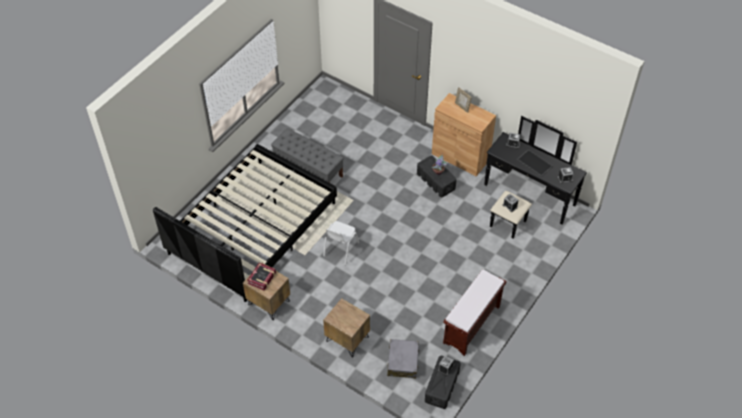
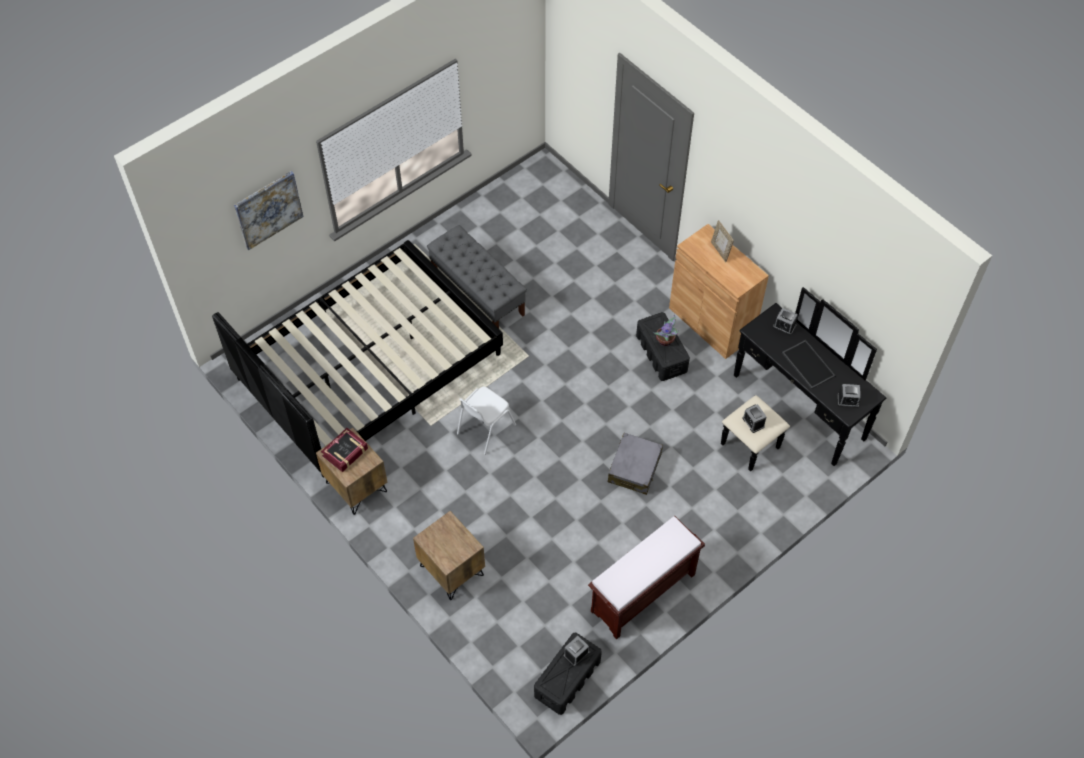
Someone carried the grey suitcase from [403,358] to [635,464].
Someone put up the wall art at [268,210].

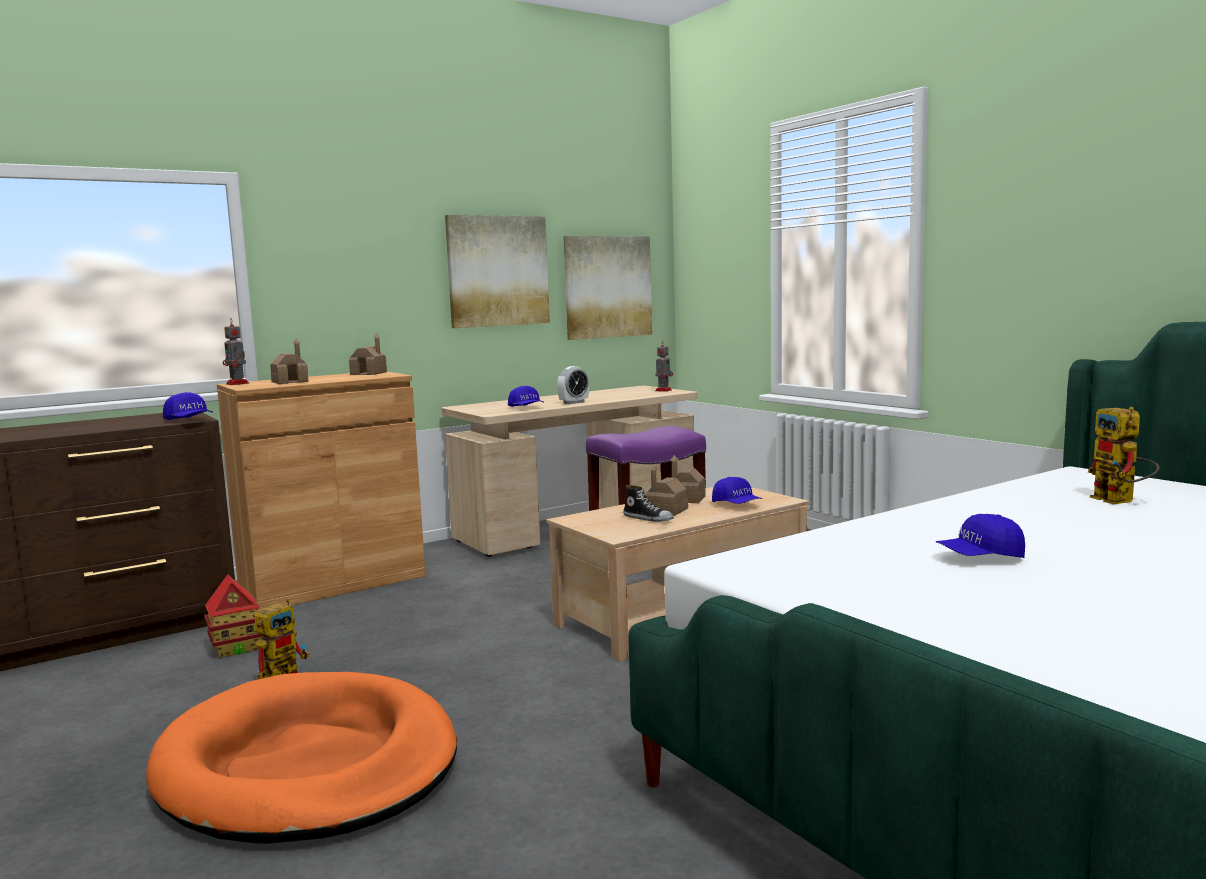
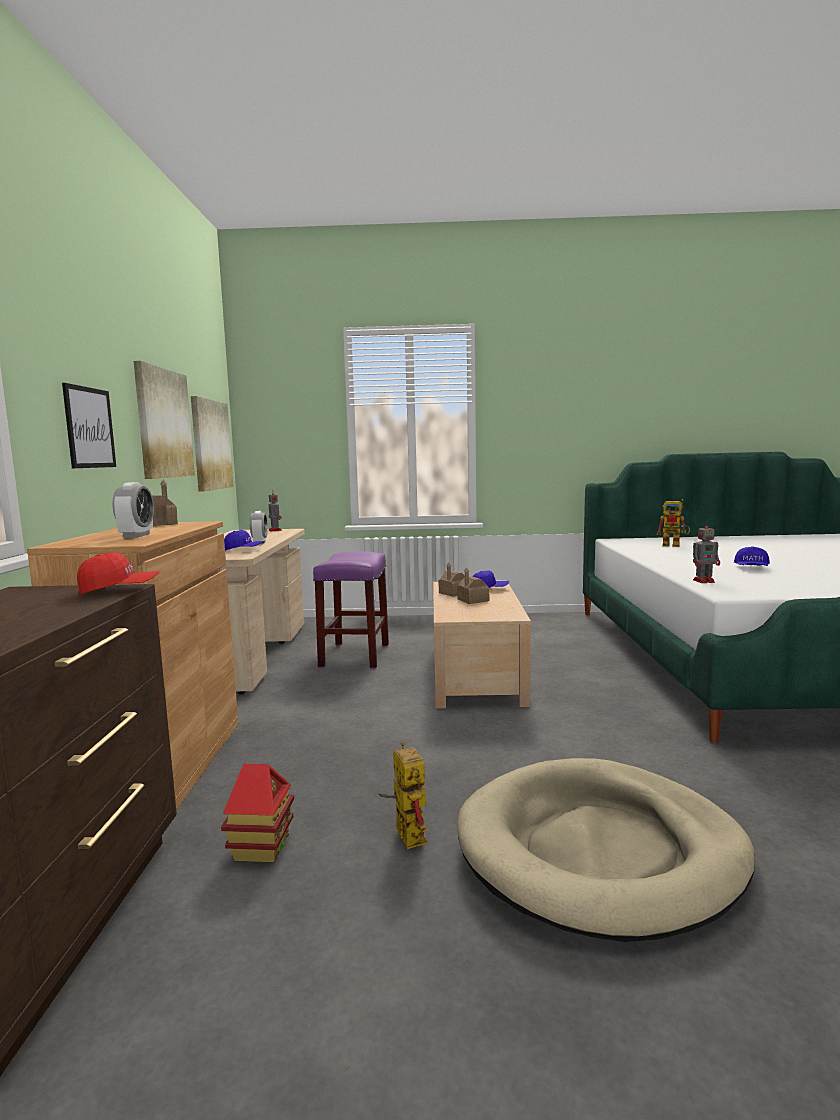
Someone repainted the orange dog bed at [301,758], which became the sand-coloured dog bed at [606,850].
Someone repainted the blue-coloured peaked cap at [188,406], which became the red-coloured peaked cap at [119,573].
Someone carried the model robot from [236,352] to [706,552].
Someone swapped the model house at [289,361] for the alarm clock at [133,510].
Someone took away the shoe at [648,503].
Someone put up the wall art at [89,425].

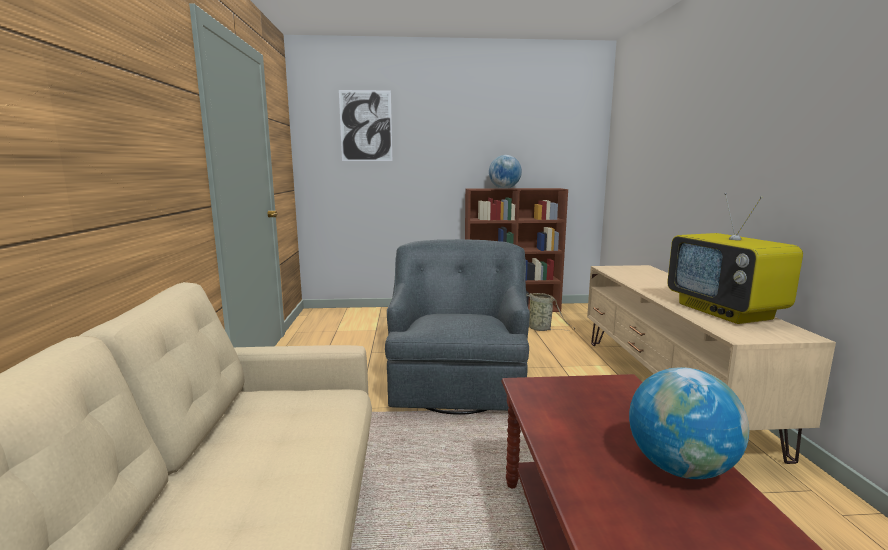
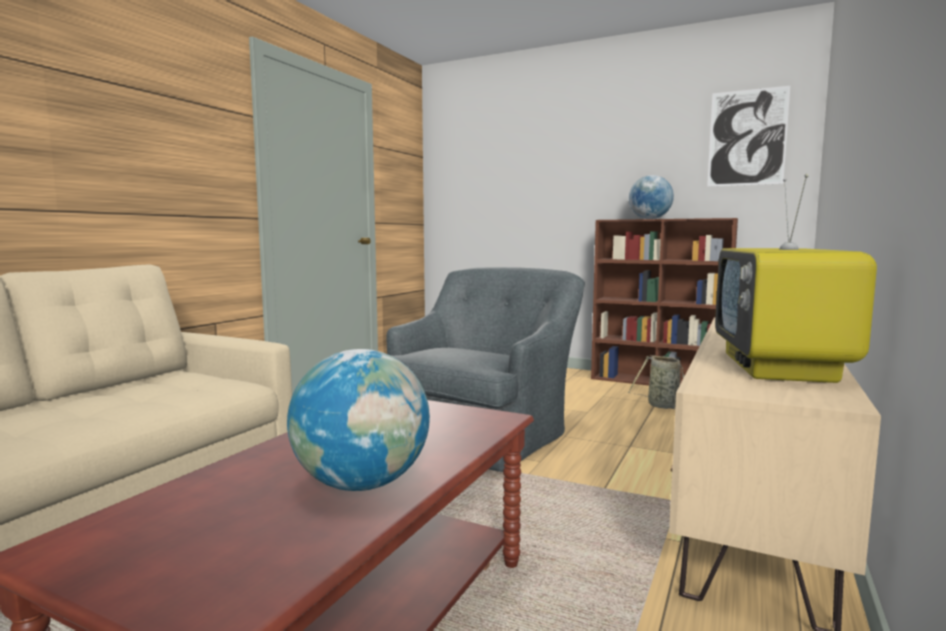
Someone carried the wall art from [365,125] to [748,136].

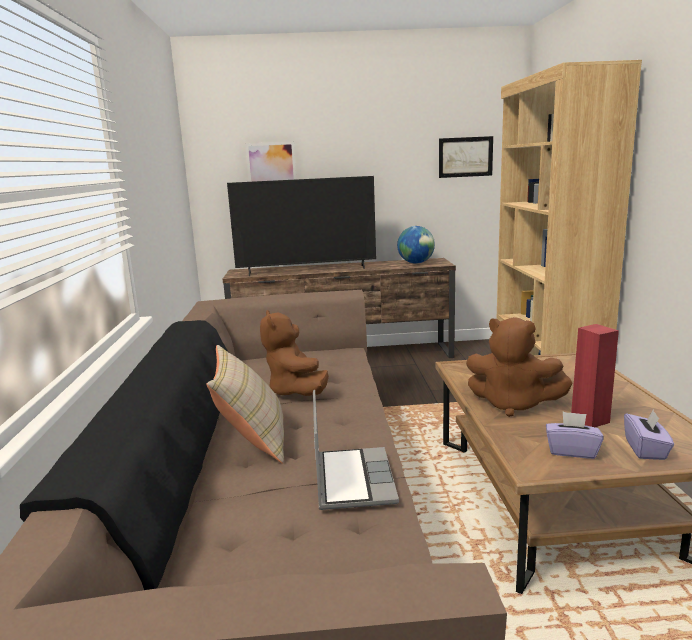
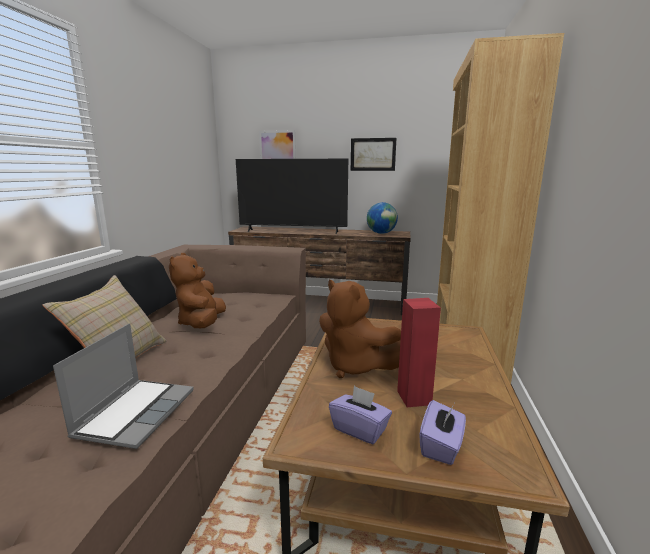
Someone carried the wall art from [466,157] to [373,154].

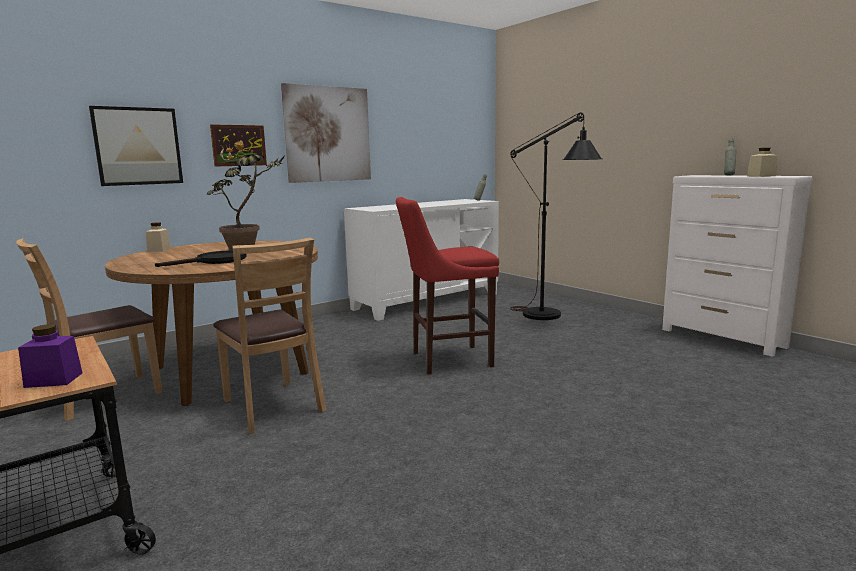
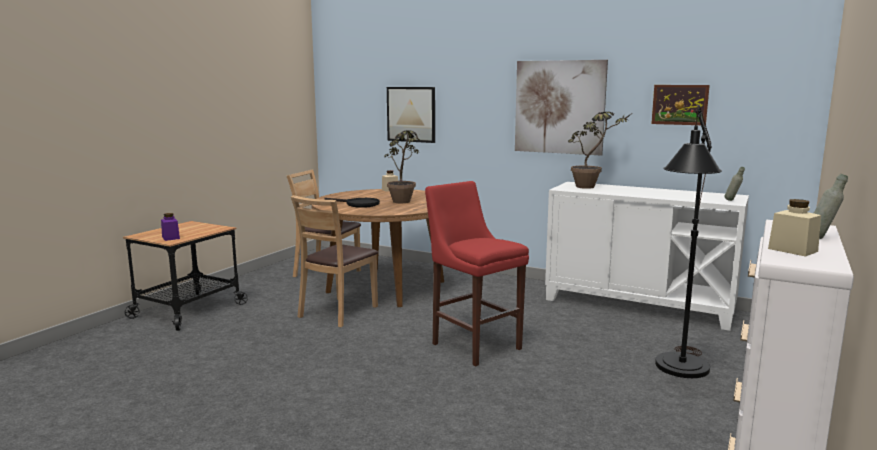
Someone carried the wall art from [238,145] to [680,105].
Someone put down the potted plant at [600,150].

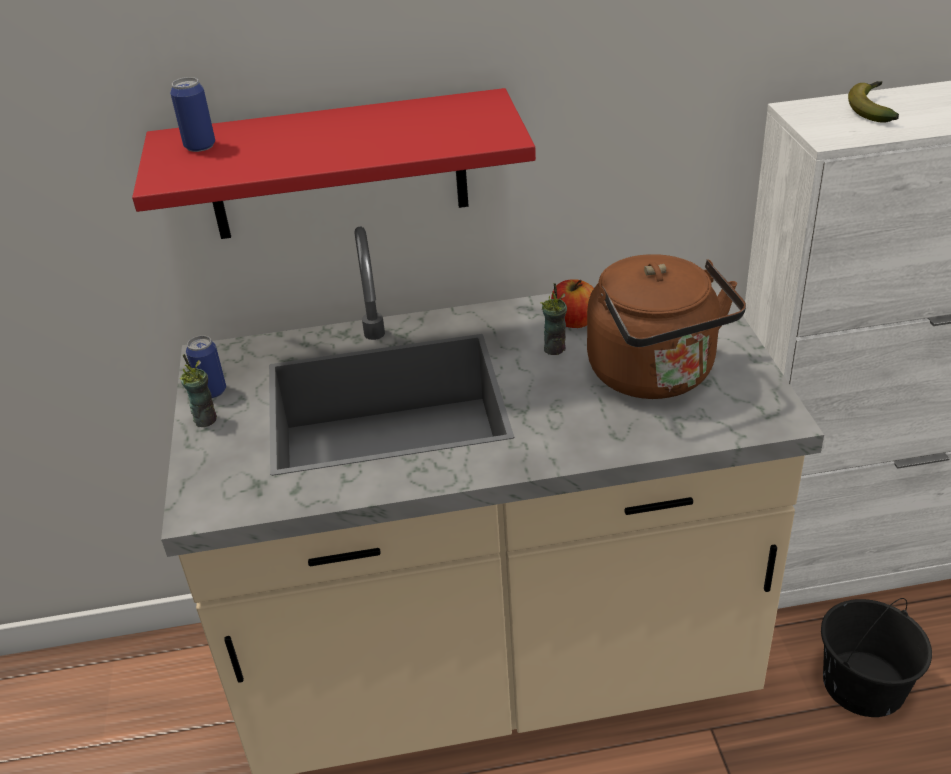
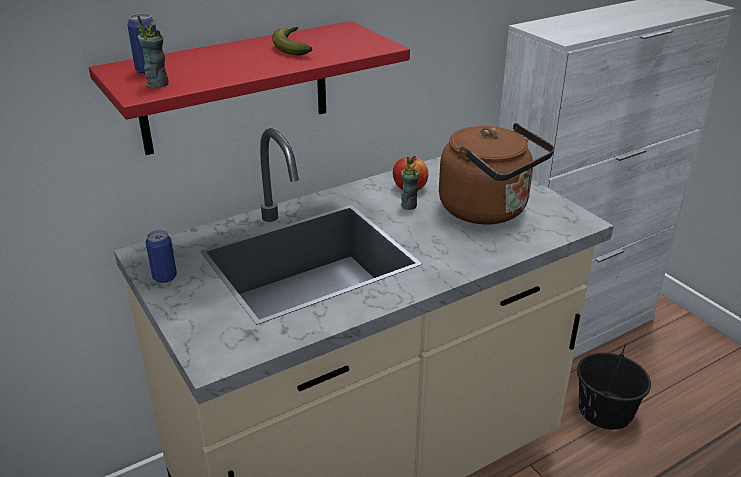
Someone carried the drinking cup from [198,390] to [153,52].
Someone carried the whole banana from [873,102] to [292,41].

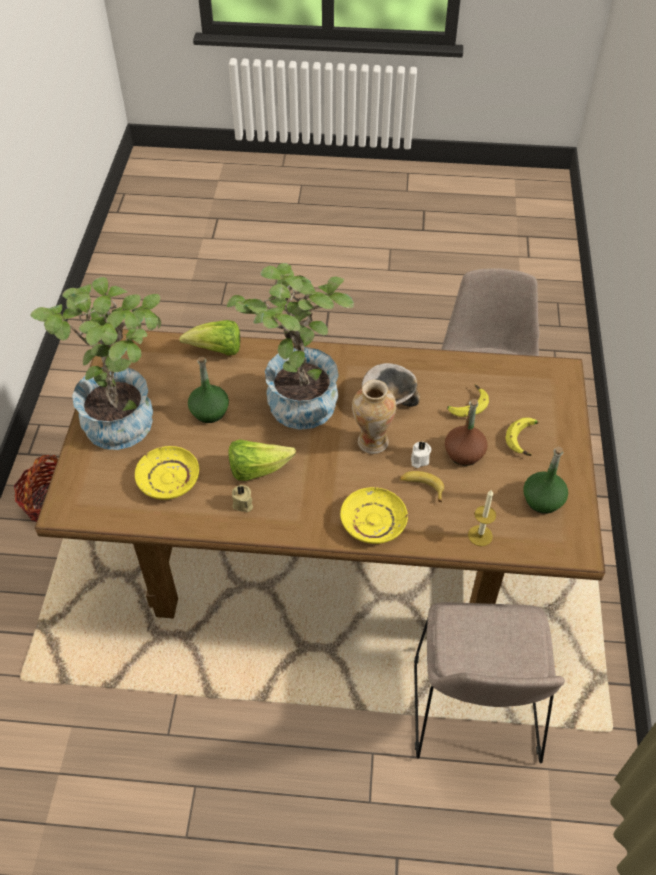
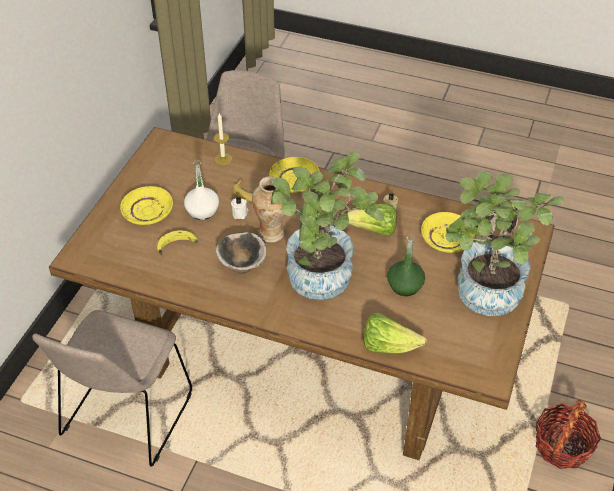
Someone repainted the brown beverage bottle at [466,432], which became the white beverage bottle at [201,190].
Someone swapped the whole banana at [522,436] for the yellow plate at [146,205].
Someone took away the greenish beverage bottle at [545,480].

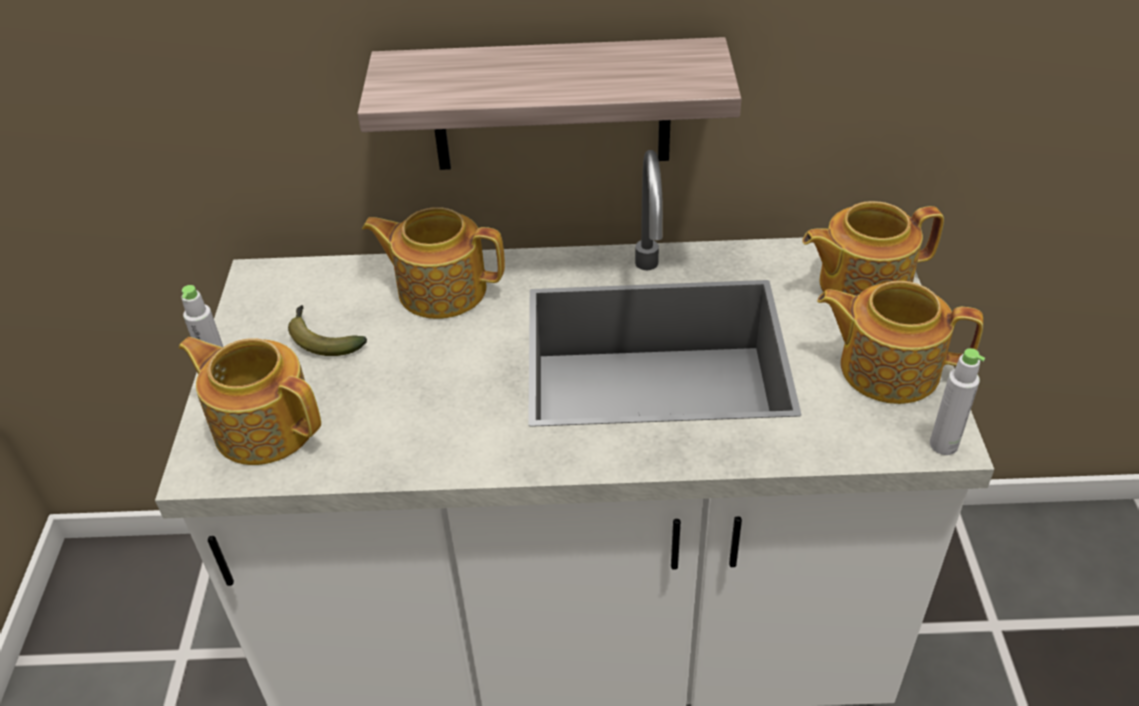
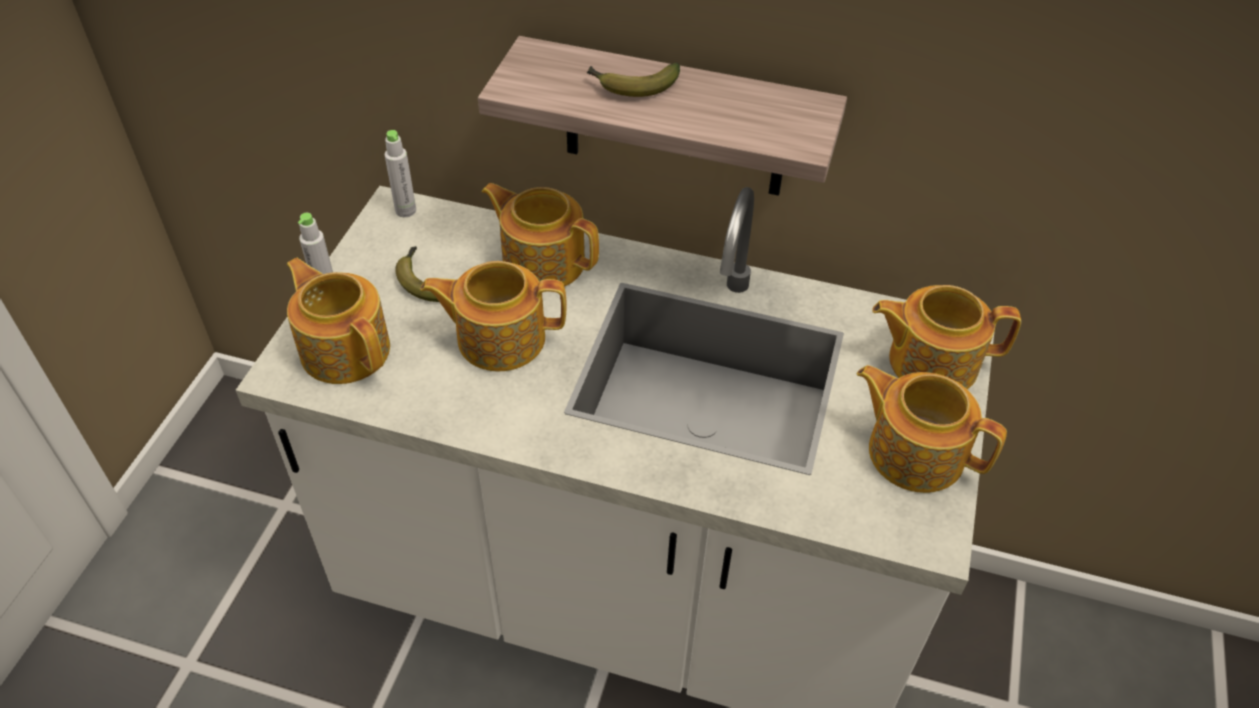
Someone carried the grey beverage bottle from [957,401] to [400,173].
Someone put down the teapot at [493,316].
Someone put down the whole banana at [633,79].

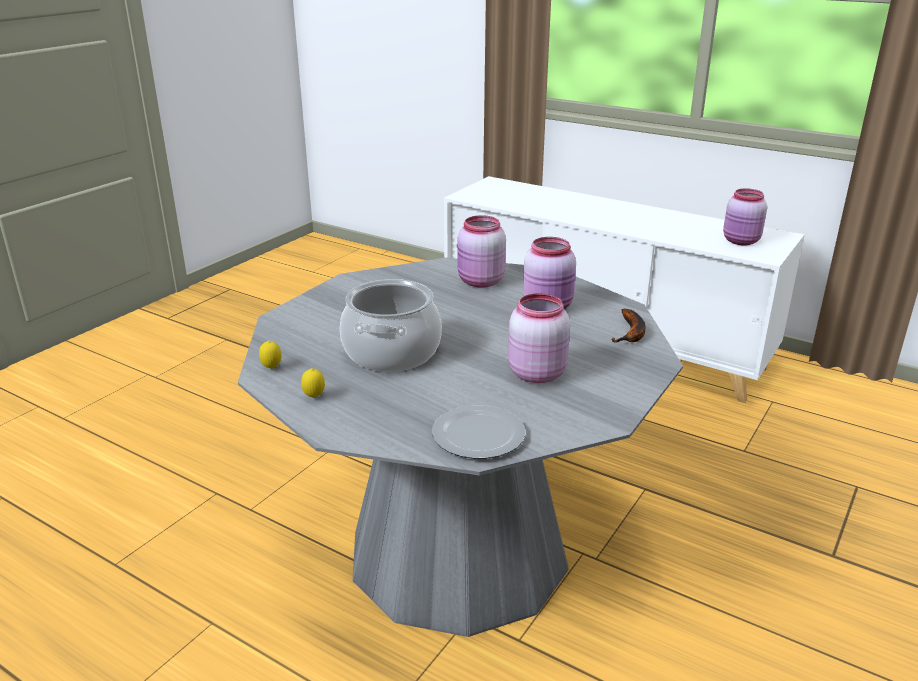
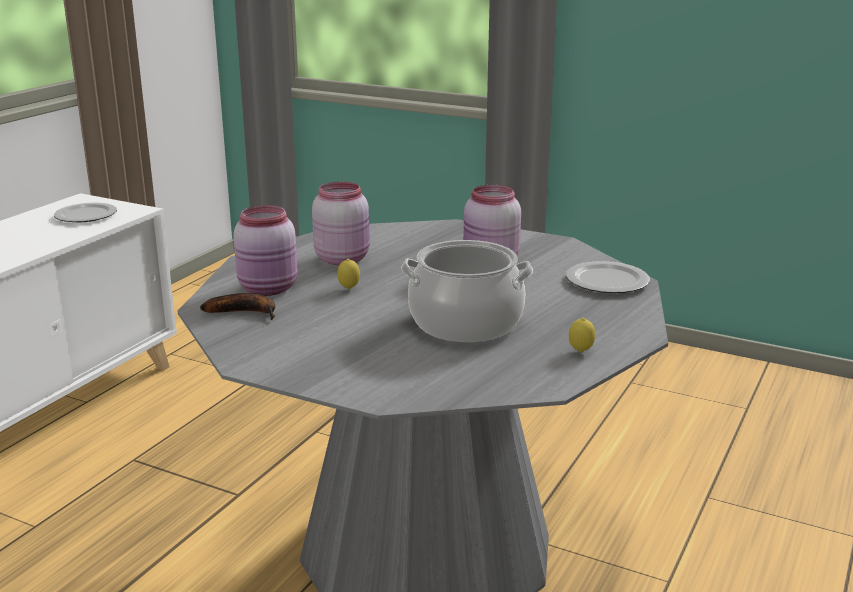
Someone carried the citrus fruit from [270,355] to [348,274].
Someone carried the whole banana from [628,326] to [237,306].
Someone swapped the pink storage jar at [745,217] for the plate at [85,212].

